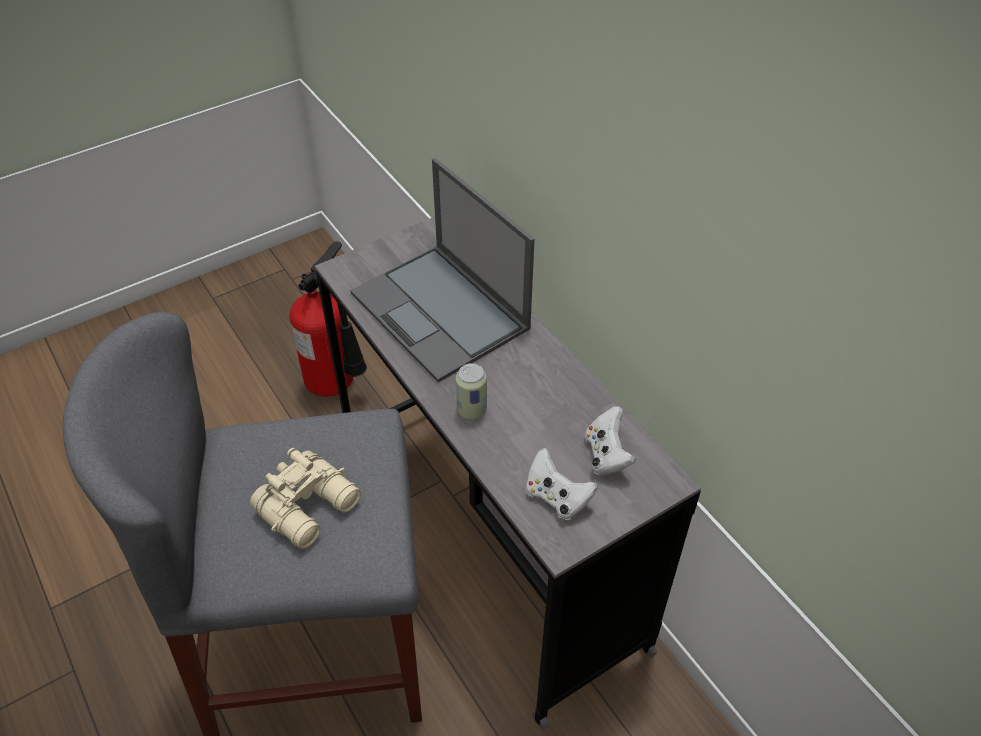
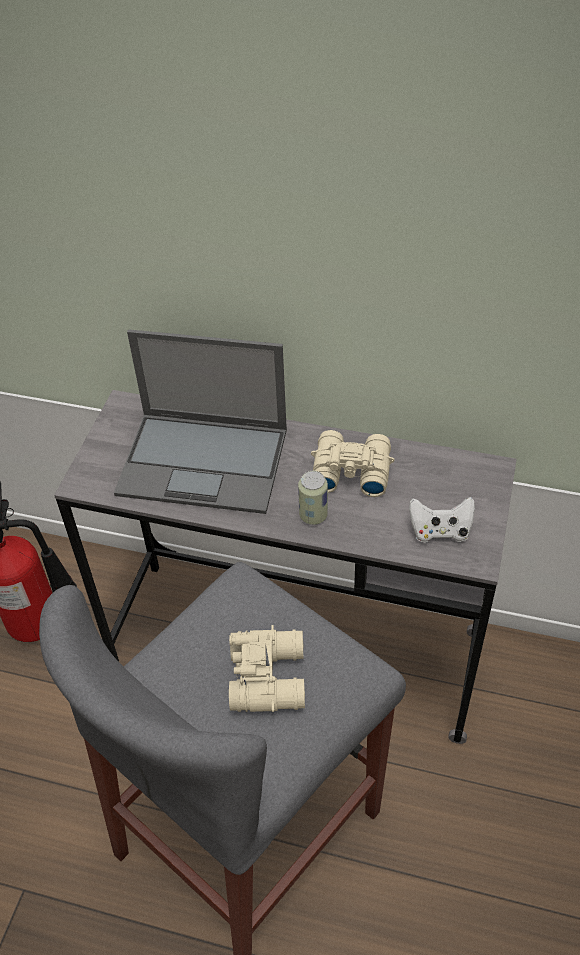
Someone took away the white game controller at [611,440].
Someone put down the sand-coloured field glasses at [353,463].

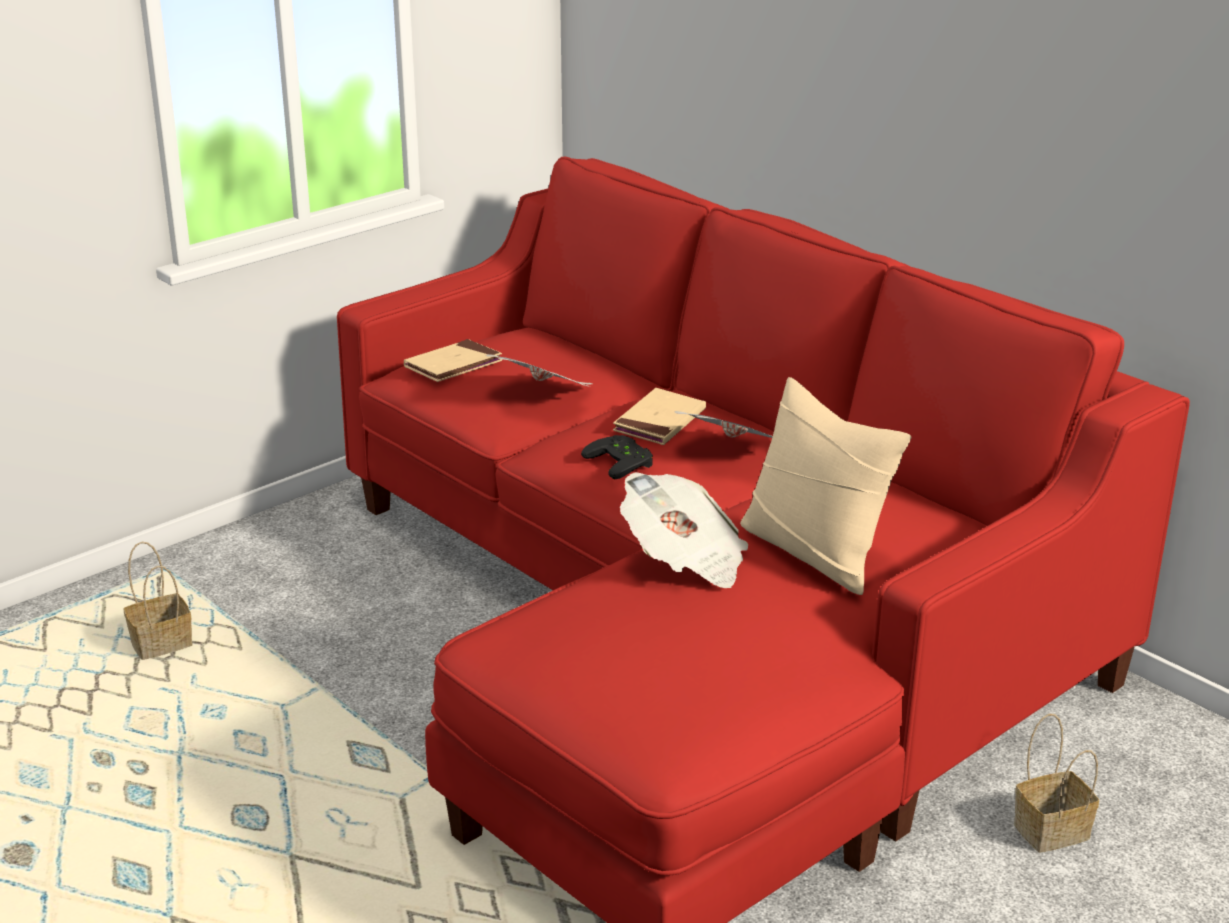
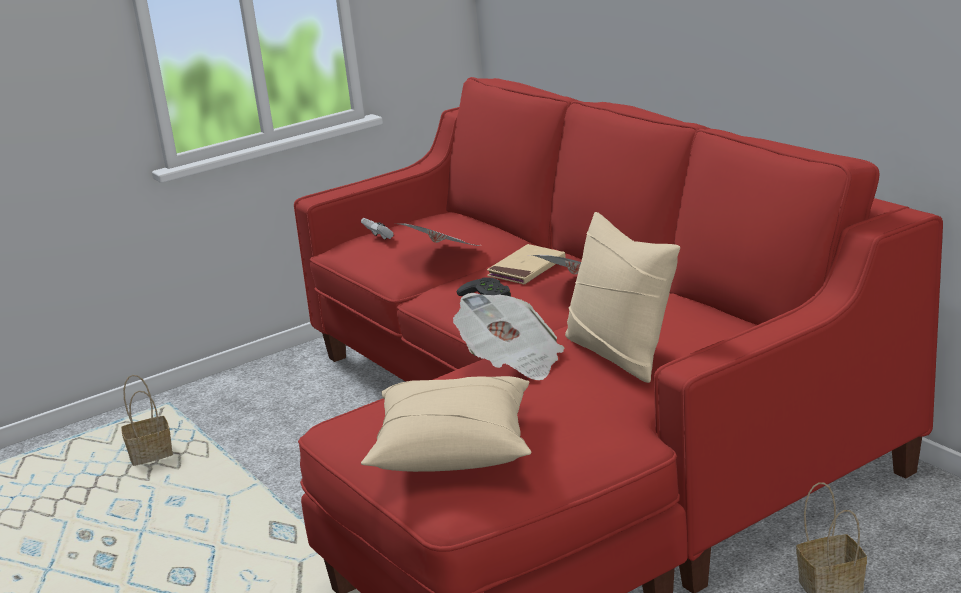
Someone swapped the sand-coloured bound book at [453,360] for the white game controller at [377,229].
Someone put down the sand-coloured throw pillow at [446,424].

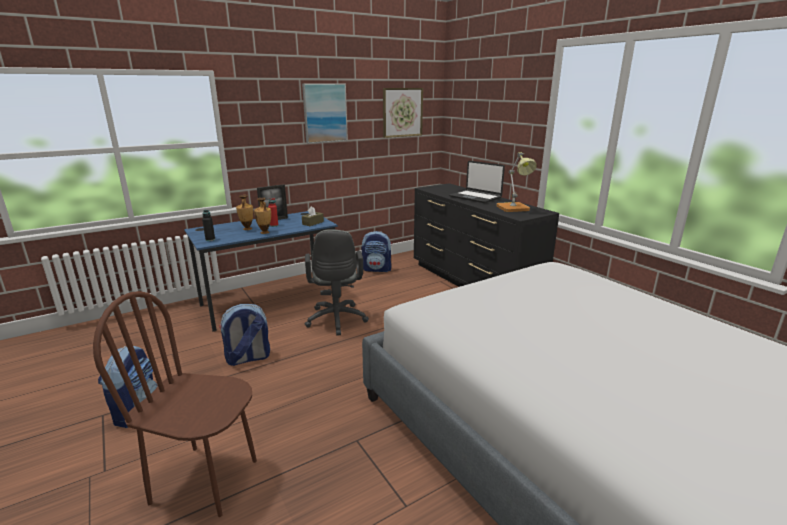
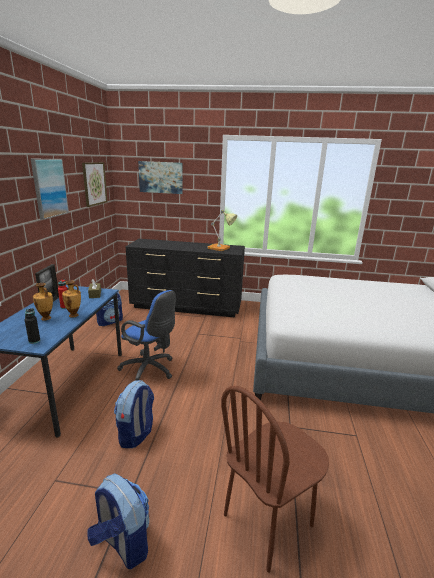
Someone repainted the grey computer chair at [337,282], which became the blue-coloured computer chair at [146,335].
Someone took away the notebook computer at [477,182].
Someone put up the wall art at [160,177].

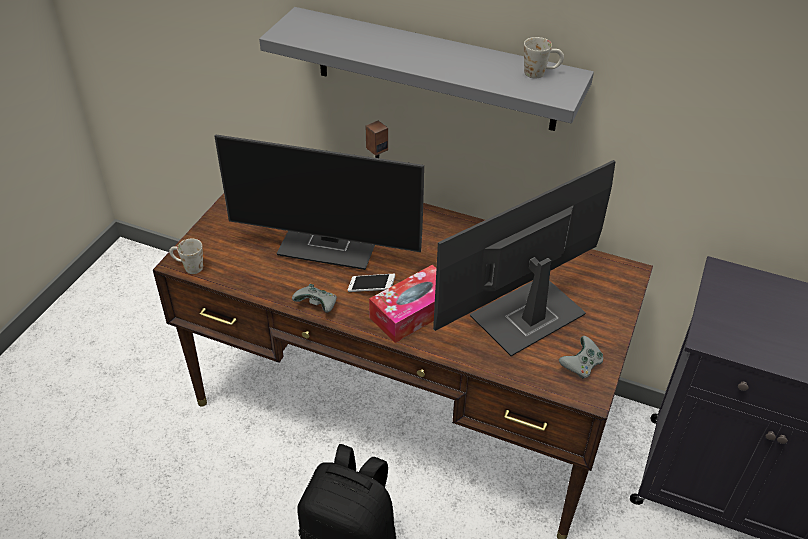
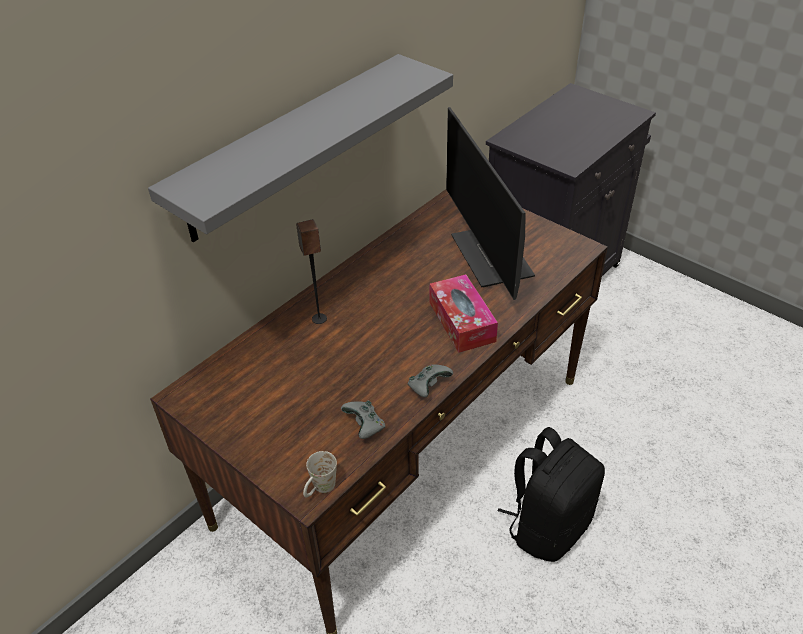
Someone took away the computer screen at [319,202].
Someone took away the phone at [371,283].
Someone took away the white tea mug at [544,58].
Someone carried the grey game controller from [581,357] to [363,420].

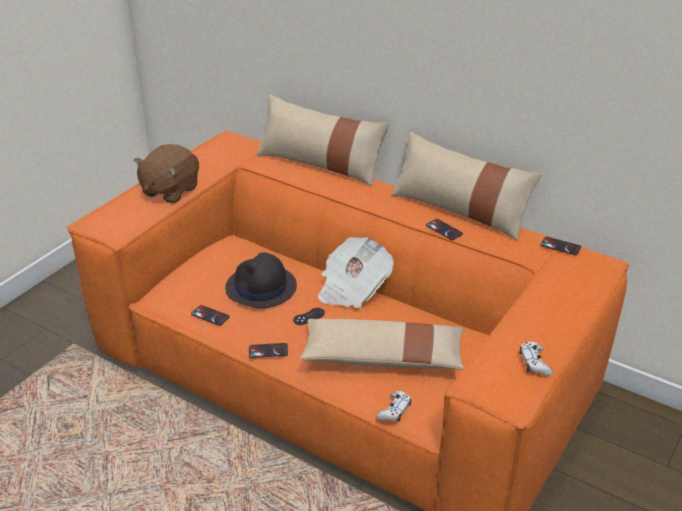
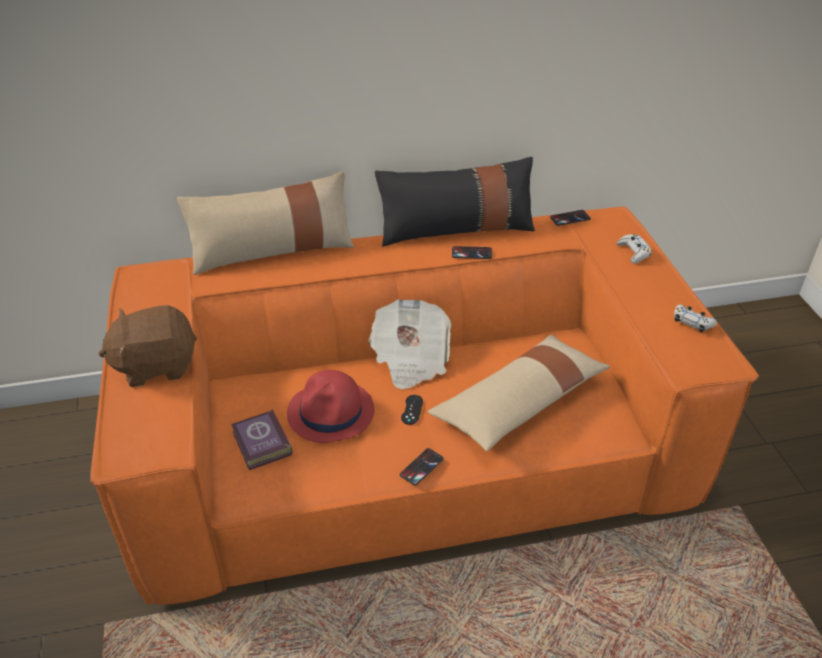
Someone rotated the brown cuddly toy at [166,174] by 90 degrees clockwise.
Someone took away the phone at [210,315].
Someone repainted the blackish hat at [261,280], which became the red-coloured hat at [330,406].
Someone carried the white game controller from [394,406] to [634,249].
Someone repainted the sand-coloured throw pillow at [467,186], which became the blackish throw pillow at [455,201].
Someone put down the bound book at [261,439].

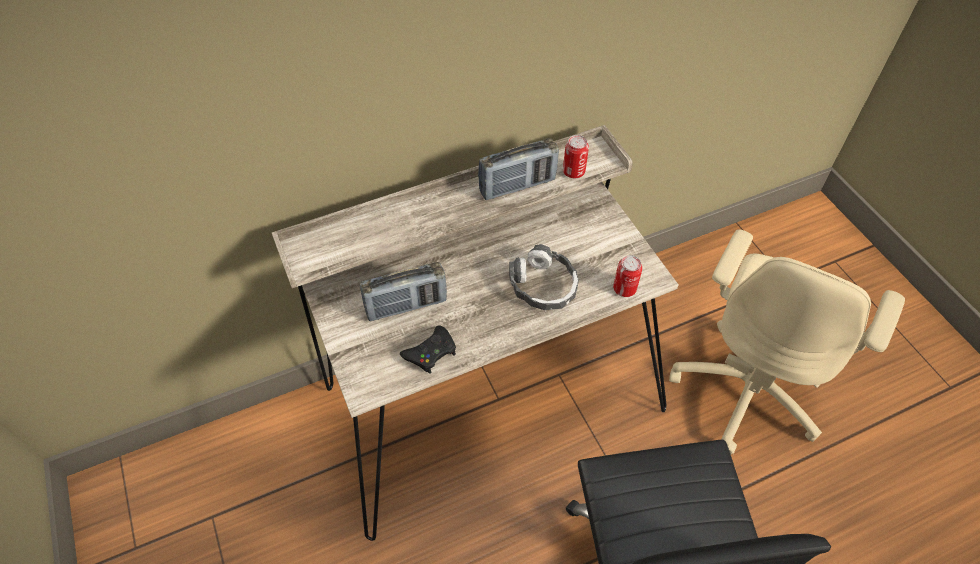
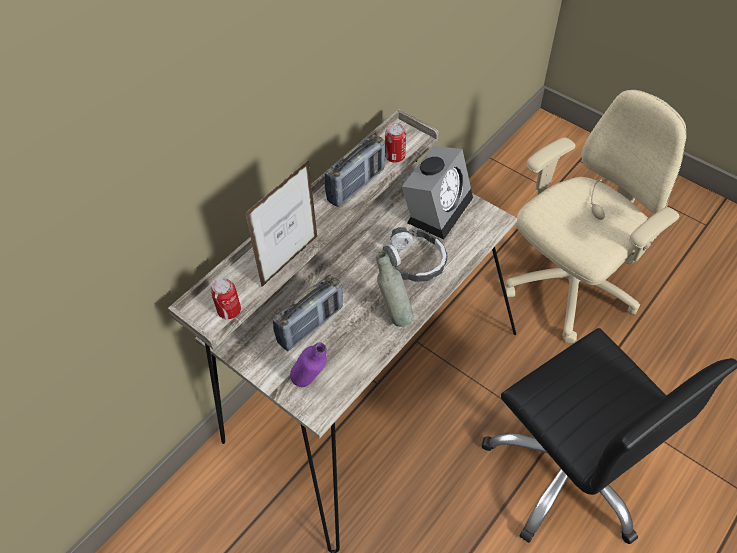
Someone took away the blackish game controller at [428,349].
Someone carried the sealed can from [627,276] to [226,298].
Someone rotated the sand-coloured computer chair at [787,341] by 135 degrees counterclockwise.
Someone put down the standing frame at [281,223].
Someone put down the purple-coloured beverage bottle at [308,364].
Someone put down the grey beverage bottle at [394,289].
Someone put down the alarm clock at [437,192].

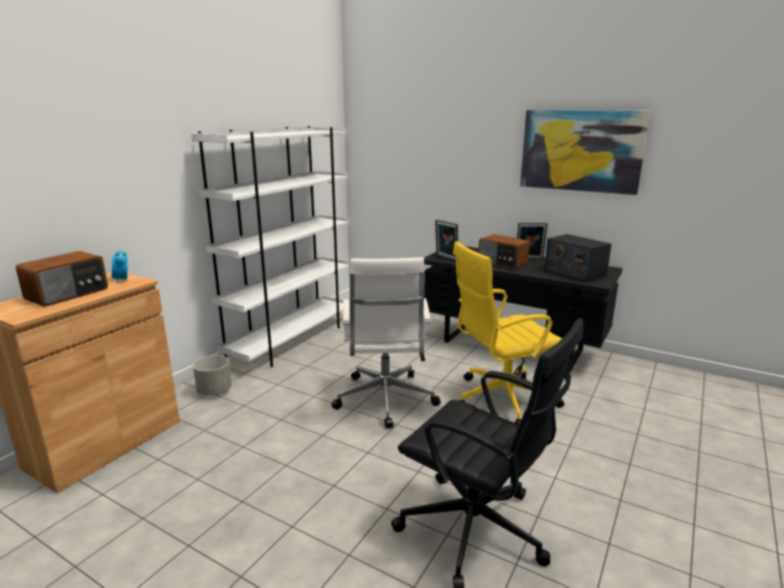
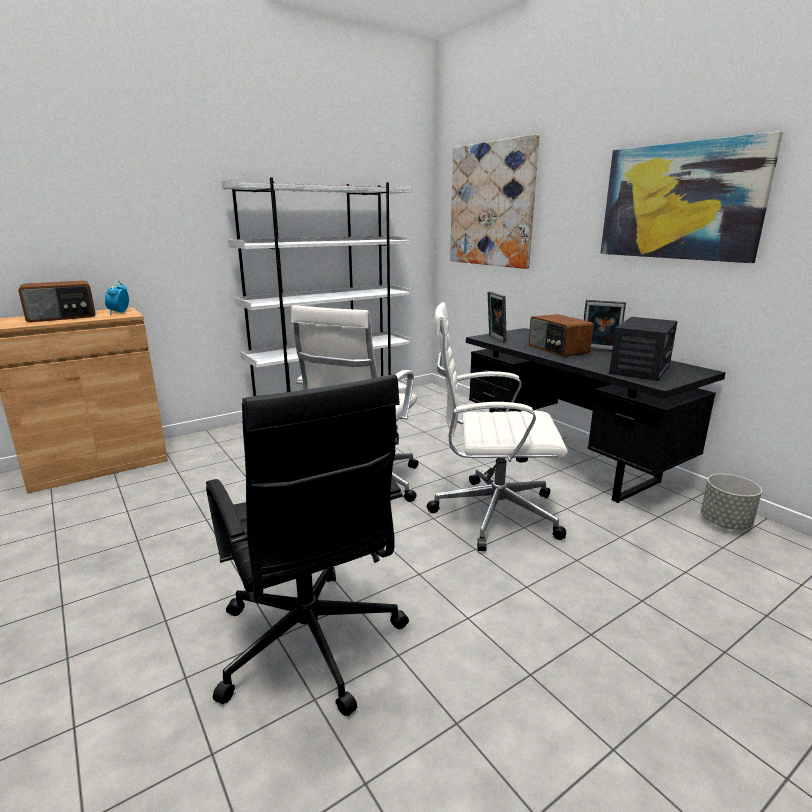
Someone carried the grey flower pot from [212,375] to [731,502].
Someone repainted the yellow computer chair at [508,332], which became the white computer chair at [497,426].
Someone rotated the radio set at [578,258] by 135 degrees counterclockwise.
Someone put up the wall art at [494,201].

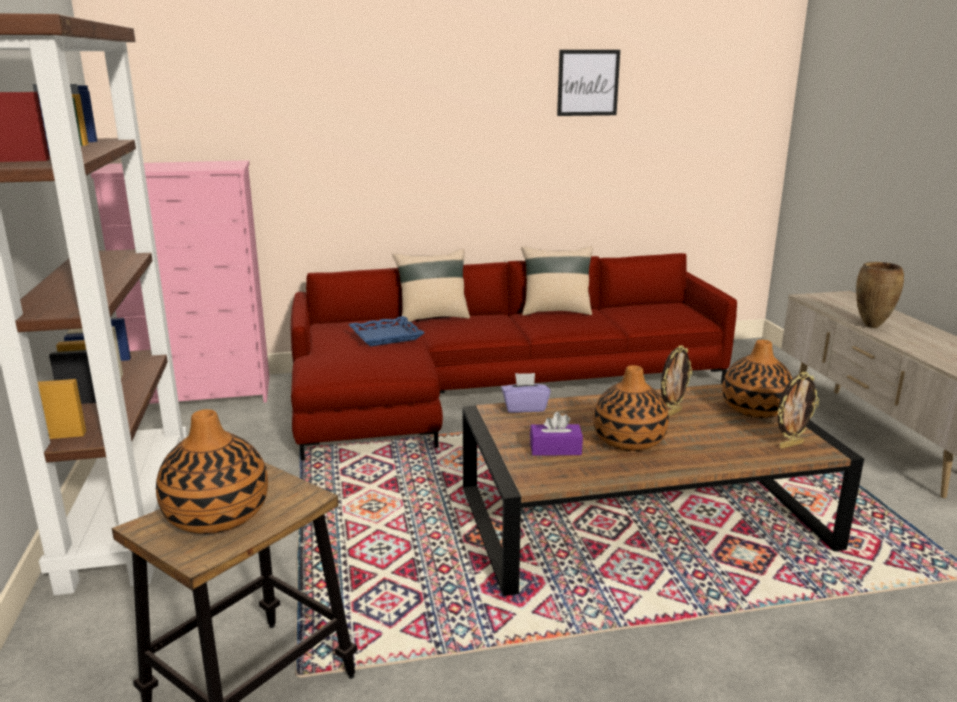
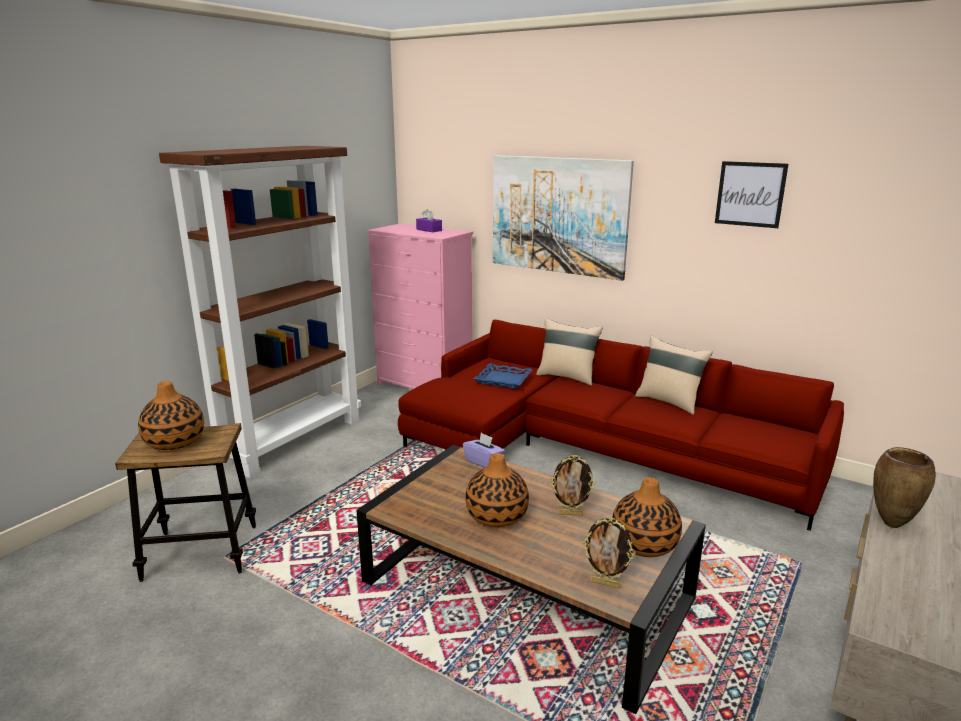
Someone carried the purple-coloured tissue holder from [556,434] to [429,220].
Someone put up the wall art at [563,218].

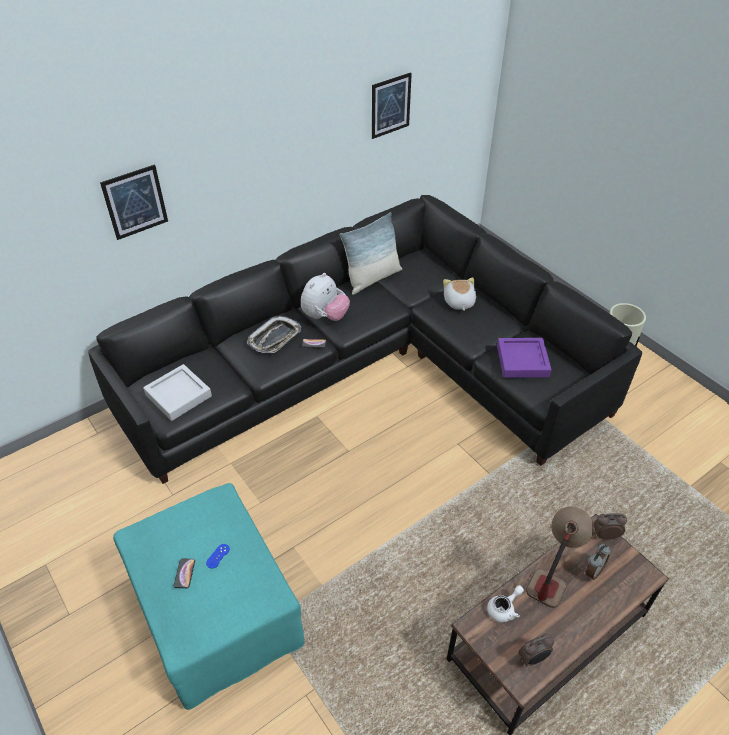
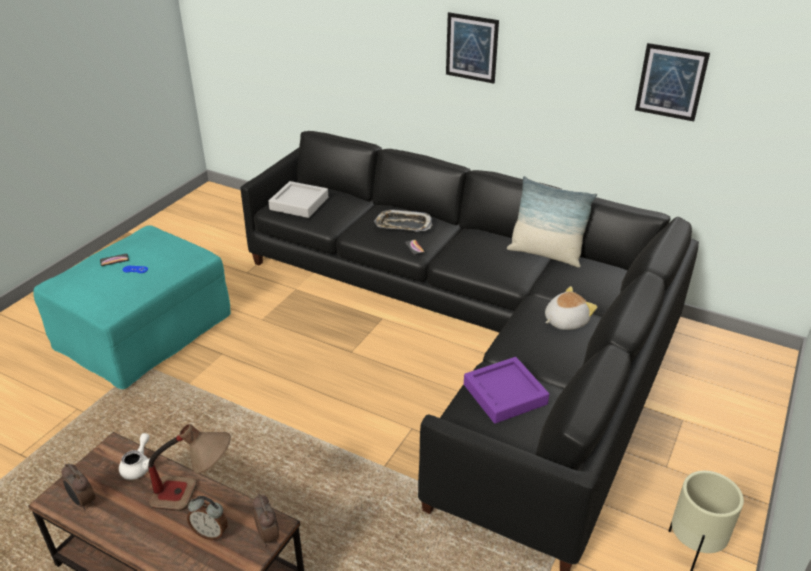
Someone carried the wall art from [134,202] to [472,48].
Someone took away the cuddly toy at [325,297].
Someone rotated the white teapot at [505,604] by 105 degrees counterclockwise.

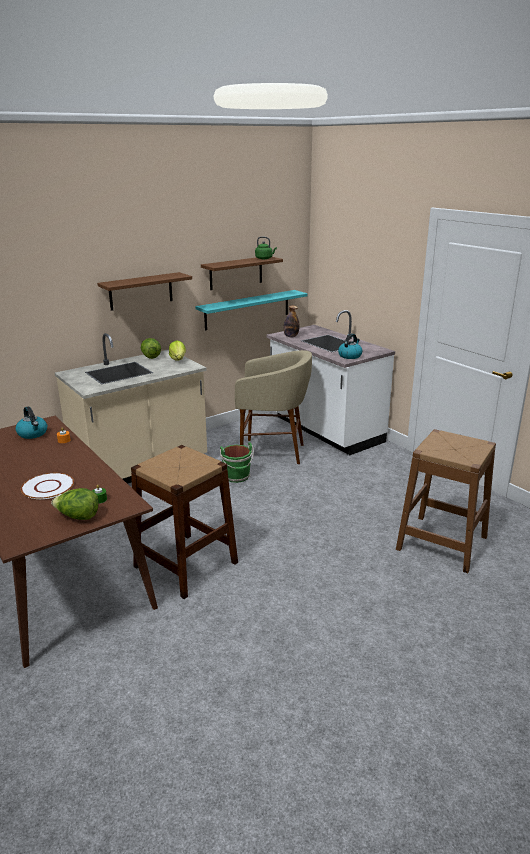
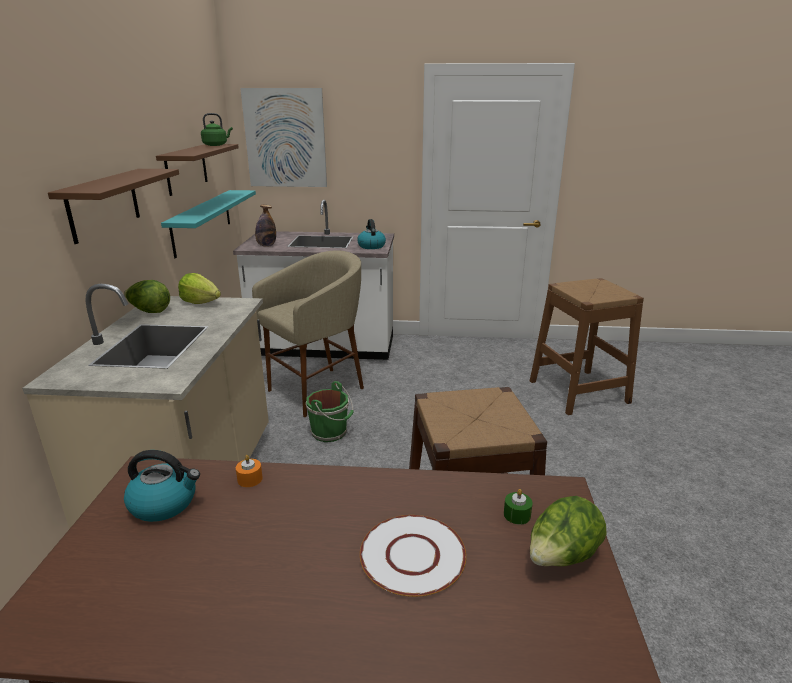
Someone put up the wall art at [283,137].

